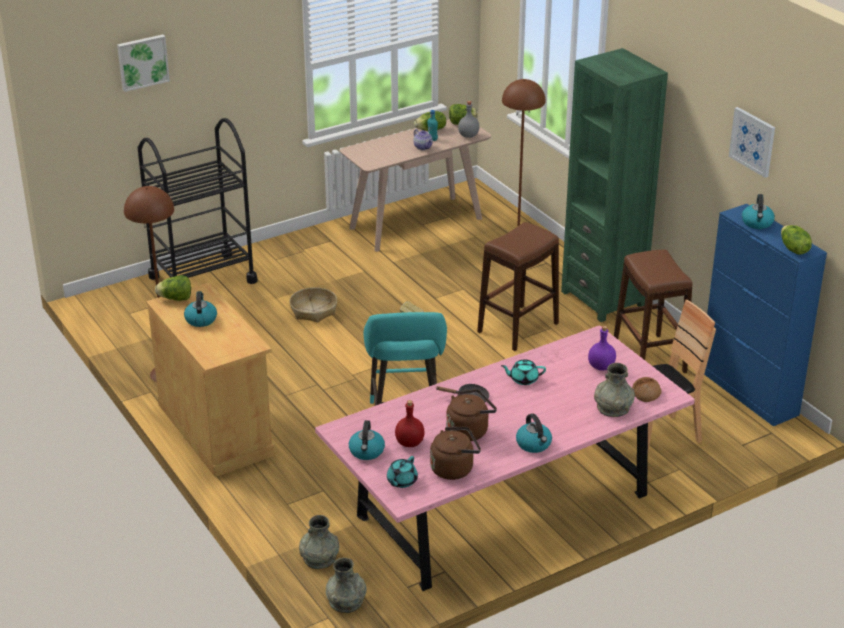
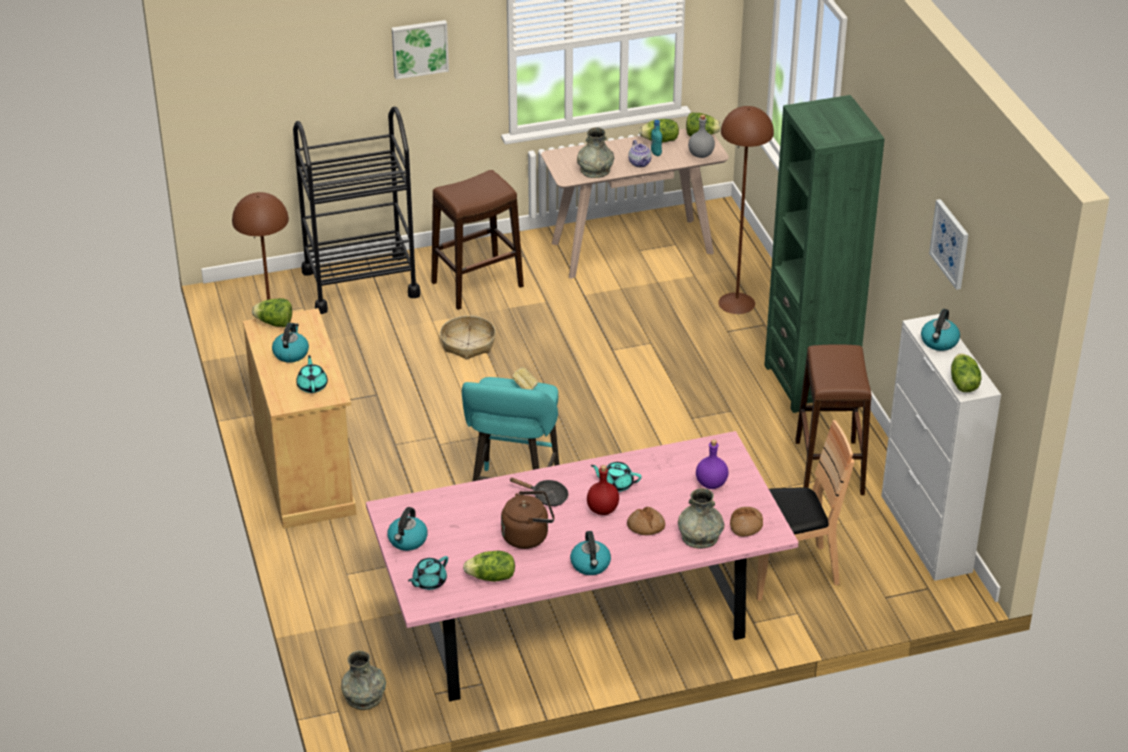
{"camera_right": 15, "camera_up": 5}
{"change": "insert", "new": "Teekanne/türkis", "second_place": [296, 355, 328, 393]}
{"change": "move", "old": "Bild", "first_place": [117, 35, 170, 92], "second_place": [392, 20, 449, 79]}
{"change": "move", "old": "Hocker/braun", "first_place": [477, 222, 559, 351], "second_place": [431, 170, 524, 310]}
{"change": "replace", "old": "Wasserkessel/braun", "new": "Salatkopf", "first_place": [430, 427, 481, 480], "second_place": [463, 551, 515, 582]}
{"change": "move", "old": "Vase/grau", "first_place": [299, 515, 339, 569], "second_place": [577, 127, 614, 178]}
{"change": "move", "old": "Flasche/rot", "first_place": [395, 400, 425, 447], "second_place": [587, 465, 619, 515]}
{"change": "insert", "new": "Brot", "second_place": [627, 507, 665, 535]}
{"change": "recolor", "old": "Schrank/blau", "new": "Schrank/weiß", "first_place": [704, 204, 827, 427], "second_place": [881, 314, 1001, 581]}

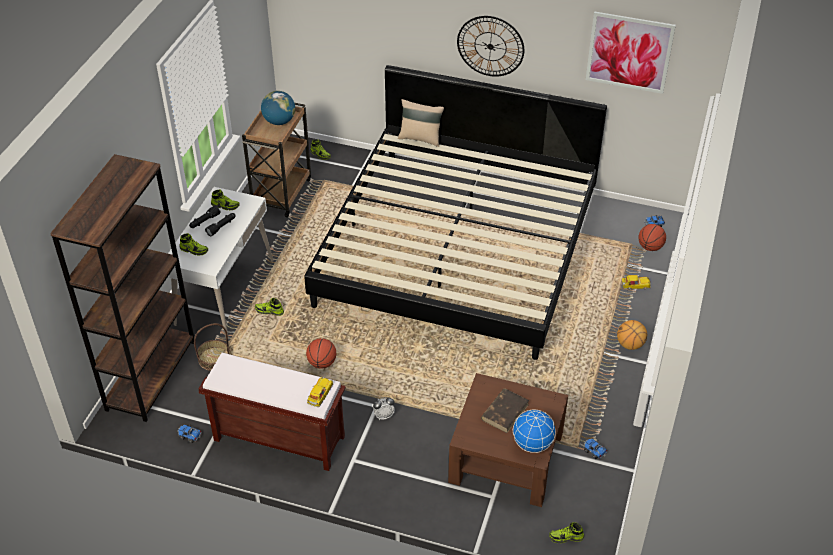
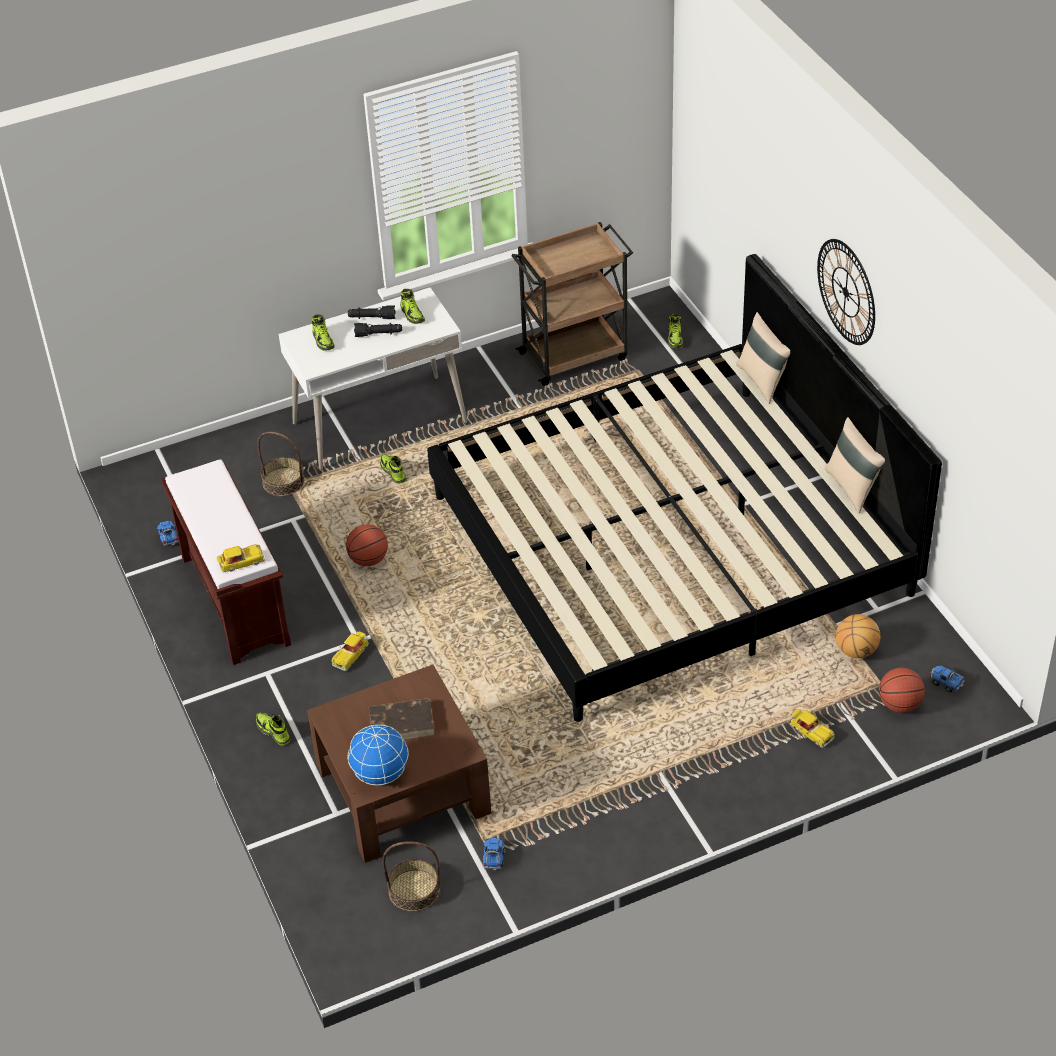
{"camera_right": 50, "camera_up": 0}
{"change": "move", "old": "Schuh", "first_place": [549, 522, 584, 543], "second_place": [256, 712, 290, 746]}
{"change": "replace", "old": "Wecker", "new": "Spielzeugauto", "first_place": [373, 397, 395, 420], "second_place": [331, 632, 369, 671]}
{"change": "insert", "new": "Korb", "second_place": [382, 841, 440, 912]}
{"change": "insert", "new": "Kissen/beige", "second_place": [824, 417, 885, 514]}
{"change": "move", "old": "Basketball", "first_place": [617, 320, 647, 350], "second_place": [836, 614, 881, 658]}
{"change": "delete", "old": "Bücherregal/braun", "first_place": [50, 154, 194, 422]}
{"change": "delete", "old": "Globus", "first_place": [261, 91, 295, 125]}
{"change": "delete", "old": "Bild", "first_place": [586, 11, 676, 94]}

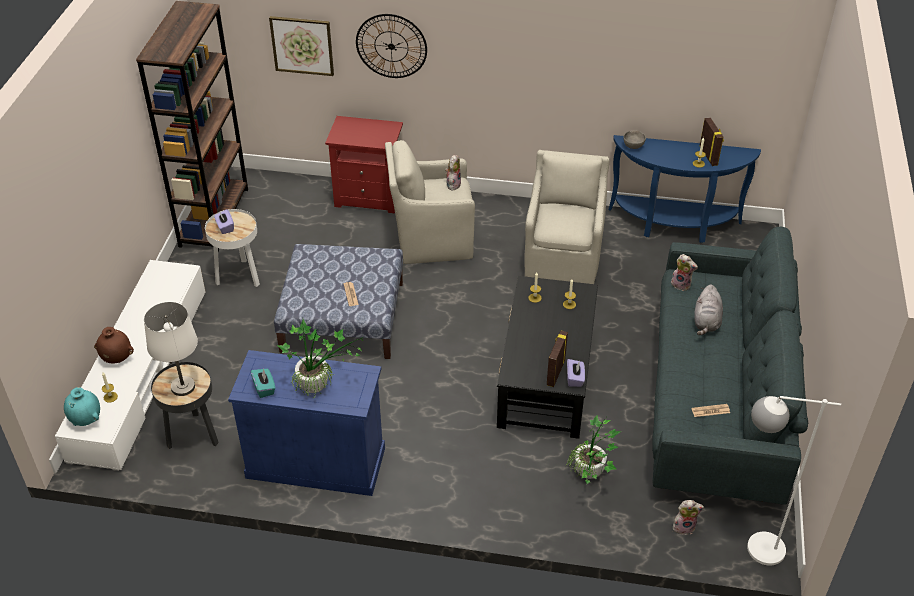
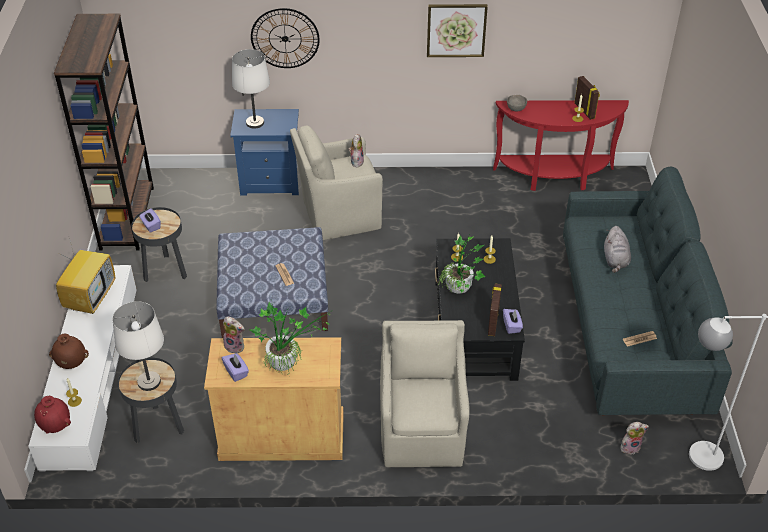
{"camera_right": -10, "camera_up": 0}
{"change": "recolor", "old": "Vase/türkis", "new": "Vase/rot", "first_place": [64, 387, 100, 426], "second_place": [34, 396, 71, 434]}
{"change": "insert", "new": "Fernseher", "second_place": [56, 234, 115, 314]}
{"change": "recolor", "old": "Beistelltisch/weiß", "new": "Beistelltisch/schwarz", "first_place": [205, 209, 260, 287], "second_place": [131, 207, 187, 282]}
{"change": "recolor", "old": "Schrank/blau", "new": "Schrank/beige", "first_place": [228, 350, 385, 496], "second_place": [204, 337, 344, 461]}
{"change": "recolor", "old": "Taschentuchbox/türkis", "new": "Taschentuchbox/lila", "first_place": [251, 369, 276, 398], "second_place": [222, 353, 249, 382]}
{"change": "move", "old": "Plüschtier", "first_place": [671, 254, 698, 291], "second_place": [223, 316, 245, 353]}
{"change": "recolor", "old": "Nachttisch/rot", "new": "Nachttisch/blau", "first_place": [325, 116, 403, 213], "second_place": [230, 109, 299, 196]}
{"change": "insert", "new": "Tischlampe/weiß", "second_place": [232, 49, 270, 129]}
{"change": "move", "old": "Sessel/beige", "first_place": [524, 150, 610, 284], "second_place": [380, 320, 470, 467]}
{"change": "move", "old": "Bild", "first_place": [269, 16, 334, 76], "second_place": [427, 4, 488, 57]}
{"change": "move", "old": "Topfpflanze", "first_place": [566, 415, 621, 484], "second_place": [439, 231, 486, 294]}
{"change": "recolor", "old": "Konsolentisch/blau", "new": "Konsolentisch/rot", "first_place": [609, 135, 761, 243], "second_place": [493, 100, 629, 191]}

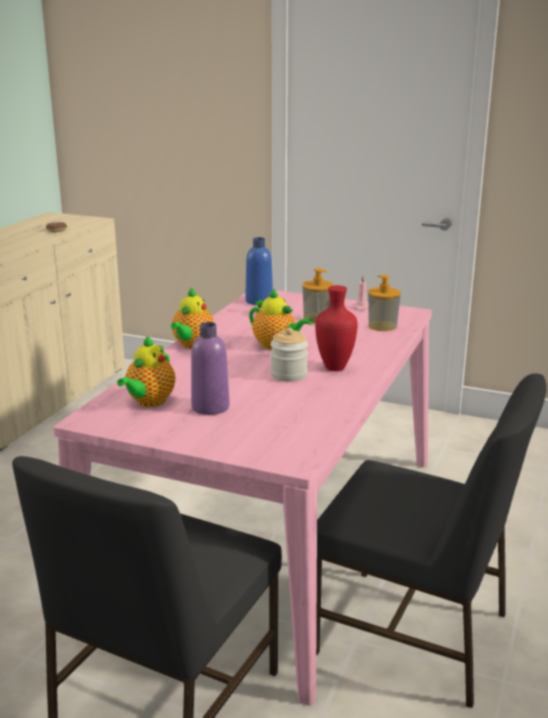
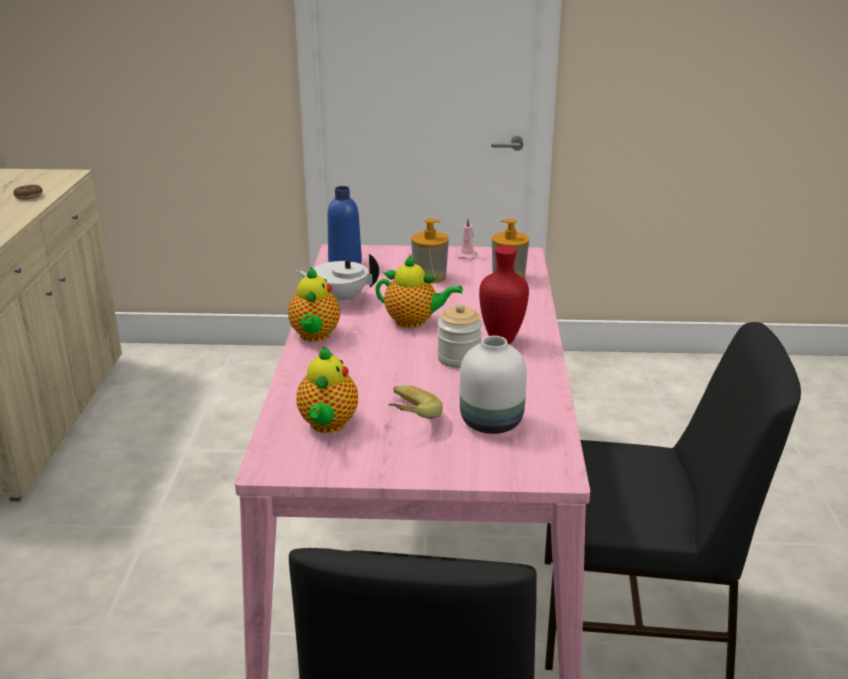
{"camera_right": -20, "camera_up": 5}
{"change": "insert", "new": "Teekanne/weiß", "second_place": [295, 254, 379, 305]}
{"change": "replace", "old": "Flasche/lila", "new": "Banane", "first_place": [191, 322, 230, 415], "second_place": [389, 385, 443, 419]}
{"change": "insert", "new": "Vase/weiß", "second_place": [460, 336, 527, 434]}

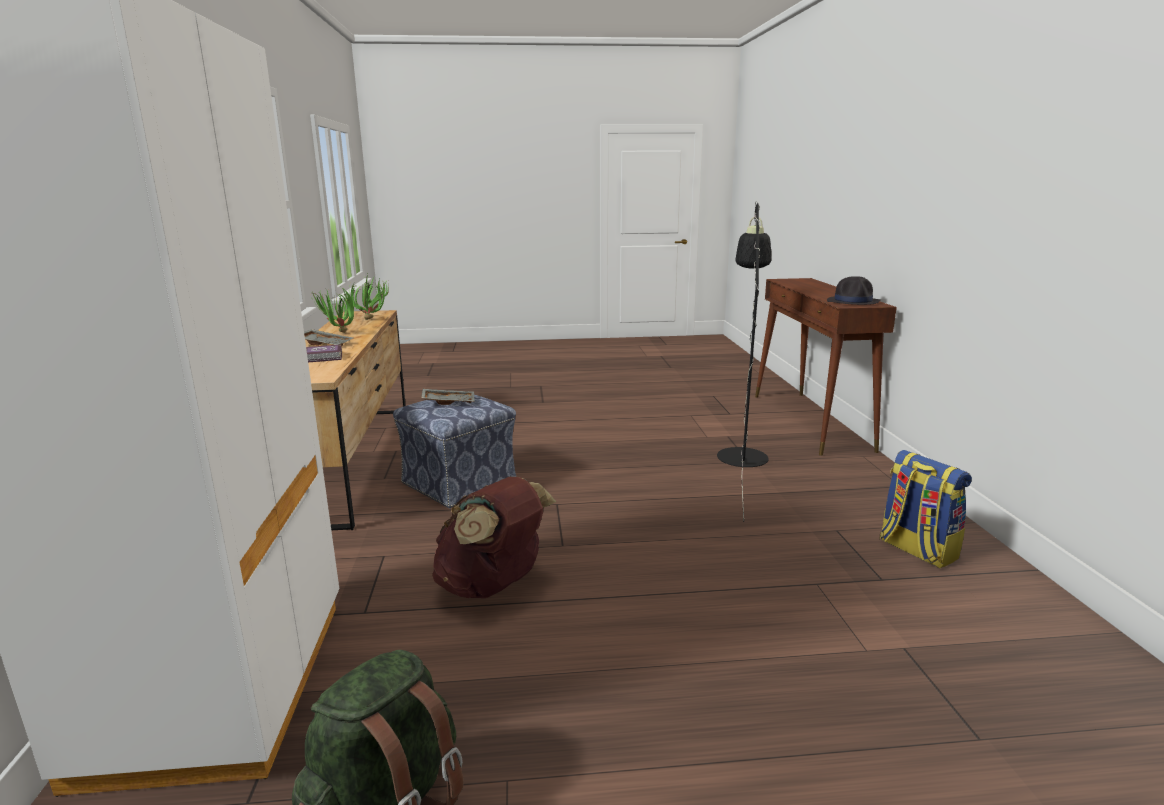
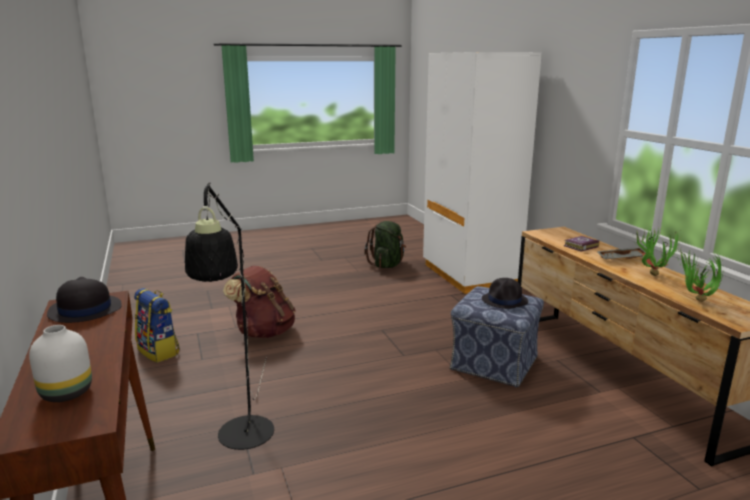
{"camera_right": 165, "camera_up": 0}
{"change": "insert", "new": "Vase/weiß", "second_place": [29, 325, 92, 402]}
{"change": "move", "old": "Rucksack/braun", "first_place": [432, 477, 556, 598], "second_place": [223, 266, 296, 338]}
{"change": "replace", "old": "Tablett/grau", "new": "Hut/schwarz", "first_place": [421, 389, 475, 405], "second_place": [482, 278, 528, 309]}

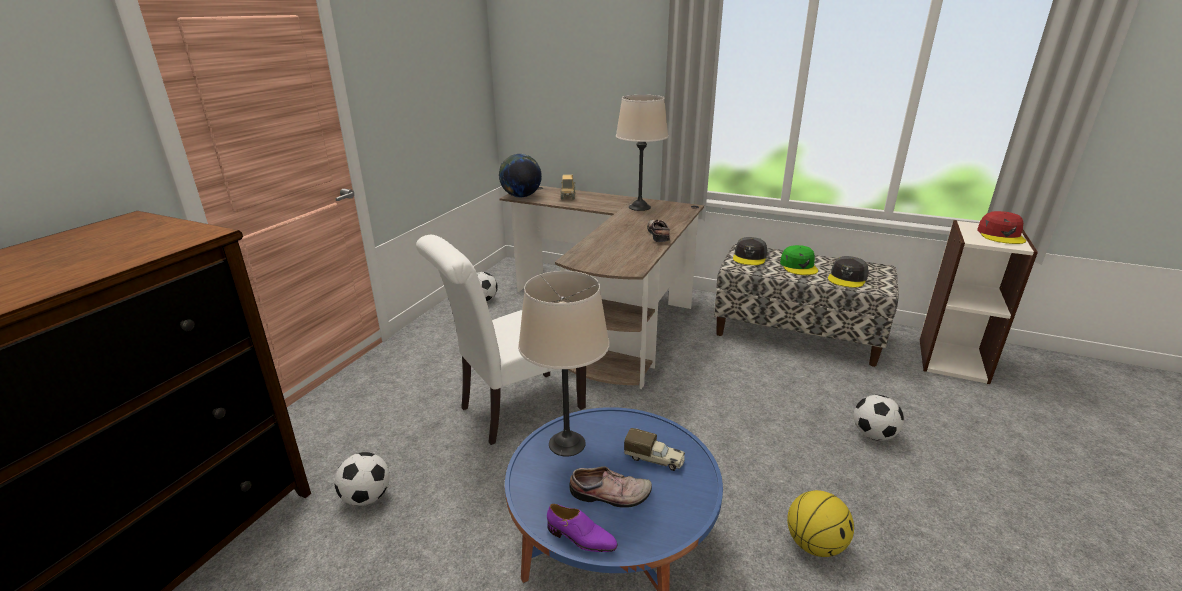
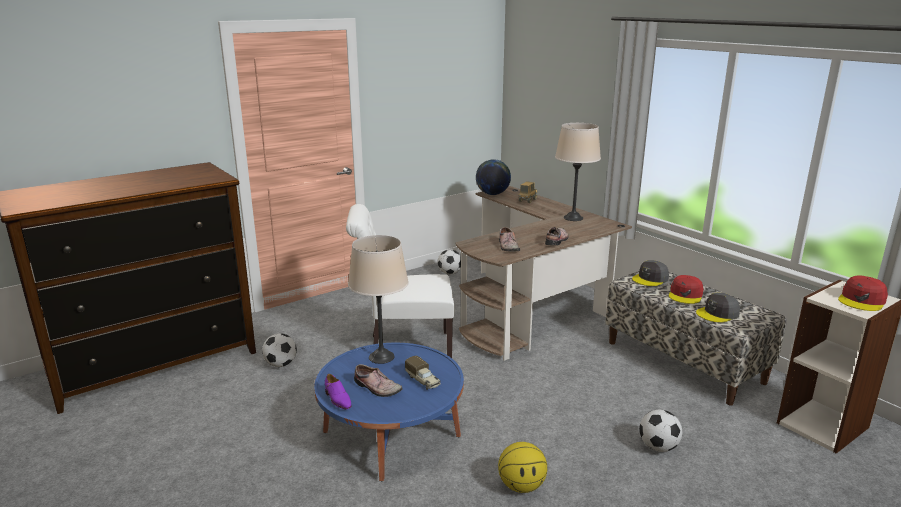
{"camera_right": 30, "camera_up": -5}
{"change": "insert", "new": "Schuh", "second_place": [499, 227, 520, 251]}
{"change": "recolor", "old": "Kappe/grün", "new": "Kappe/rot", "first_place": [780, 245, 818, 275], "second_place": [669, 275, 704, 304]}

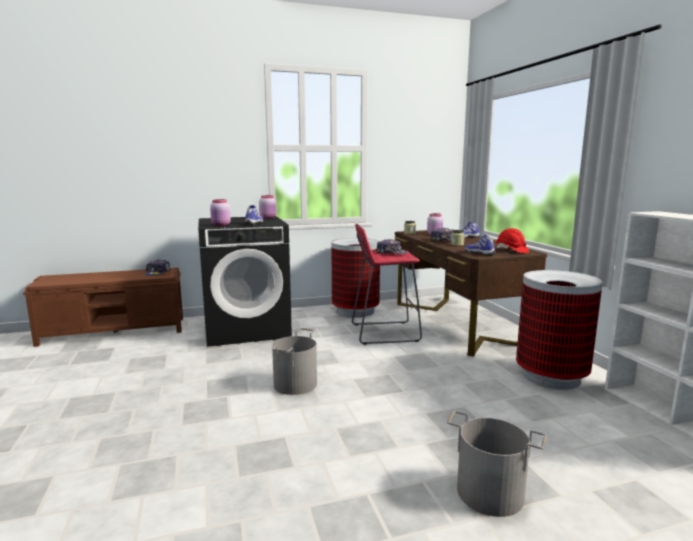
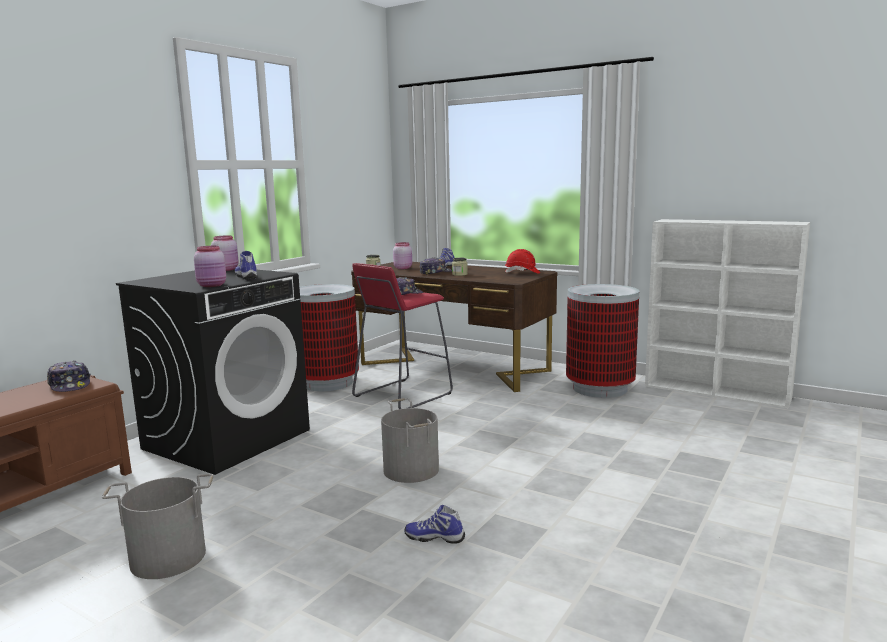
{"camera_right": -40, "camera_up": 0}
{"change": "move", "old": "Eimer/grau", "first_place": [447, 411, 546, 517], "second_place": [102, 474, 213, 579]}
{"change": "move", "old": "Schuh", "first_place": [465, 235, 495, 256], "second_place": [405, 505, 465, 544]}

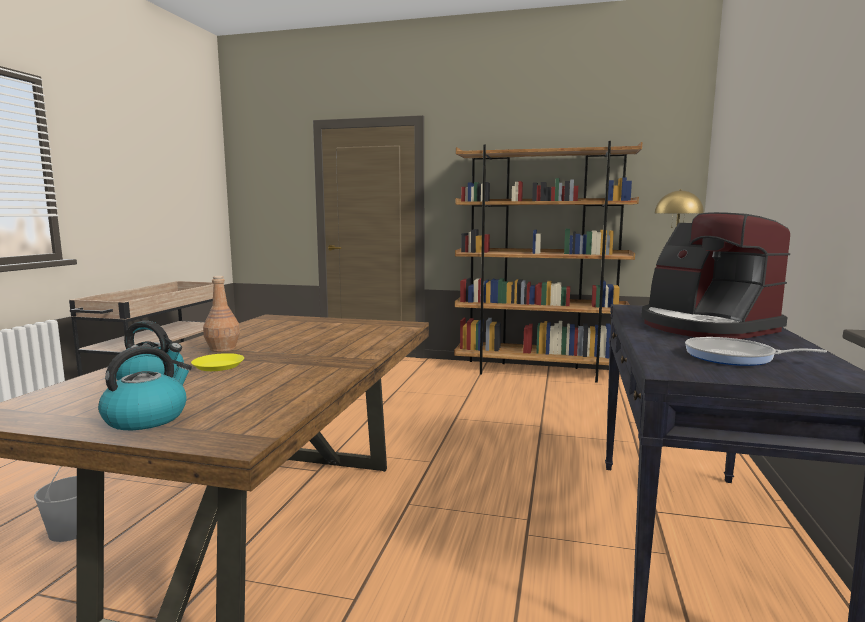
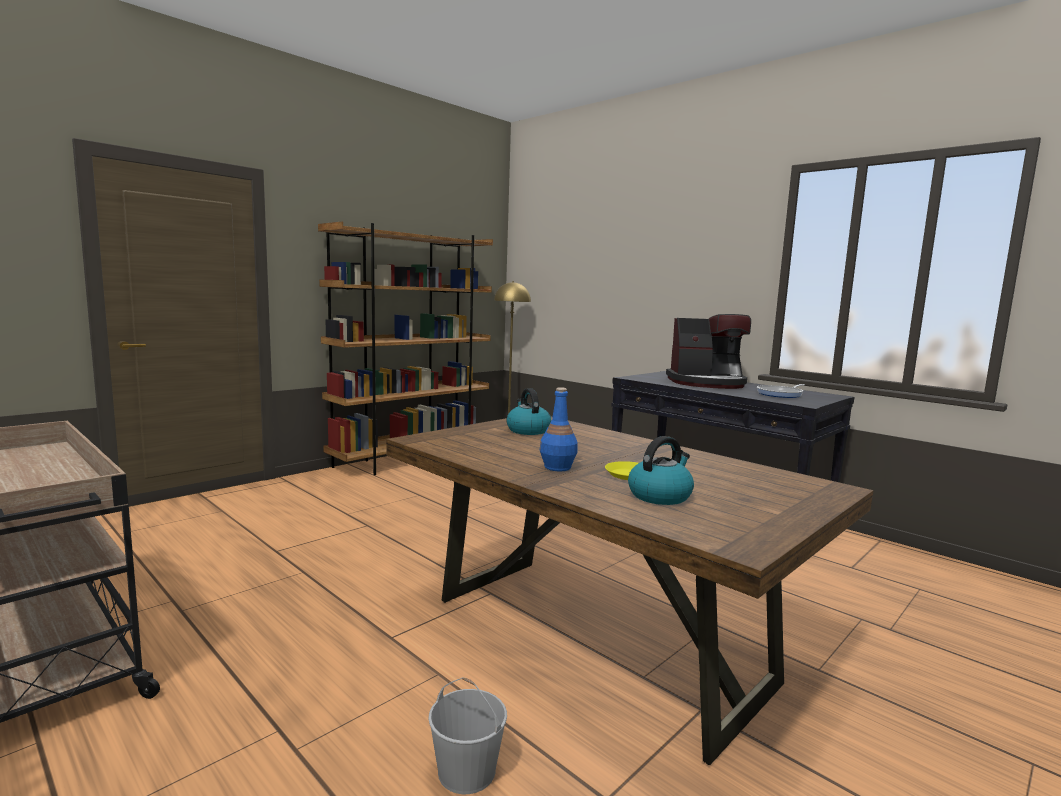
{"camera_right": -60, "camera_up": 0}
{"change": "move", "old": "Wasserkessel", "first_place": [98, 346, 192, 430], "second_place": [506, 388, 551, 435]}
{"change": "recolor", "old": "Flasche/braun", "new": "Flasche/blau", "first_place": [203, 276, 240, 352], "second_place": [540, 387, 578, 471]}

